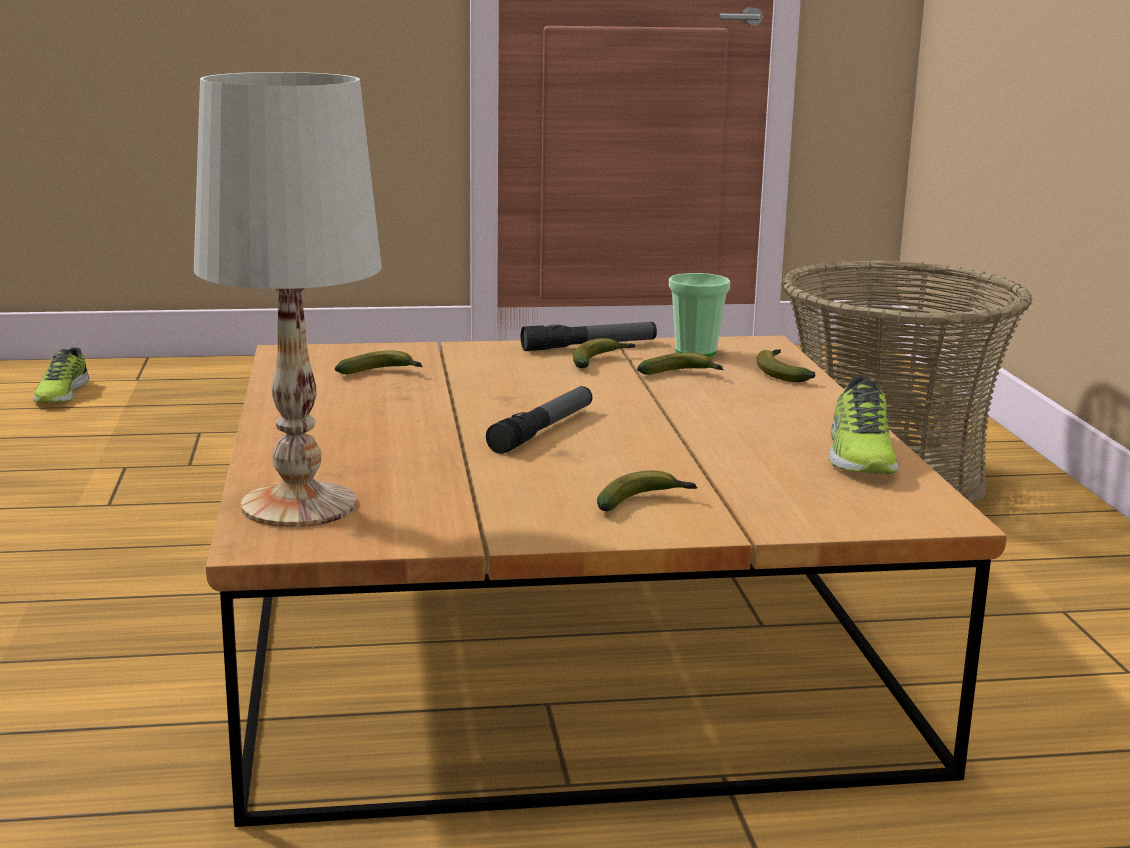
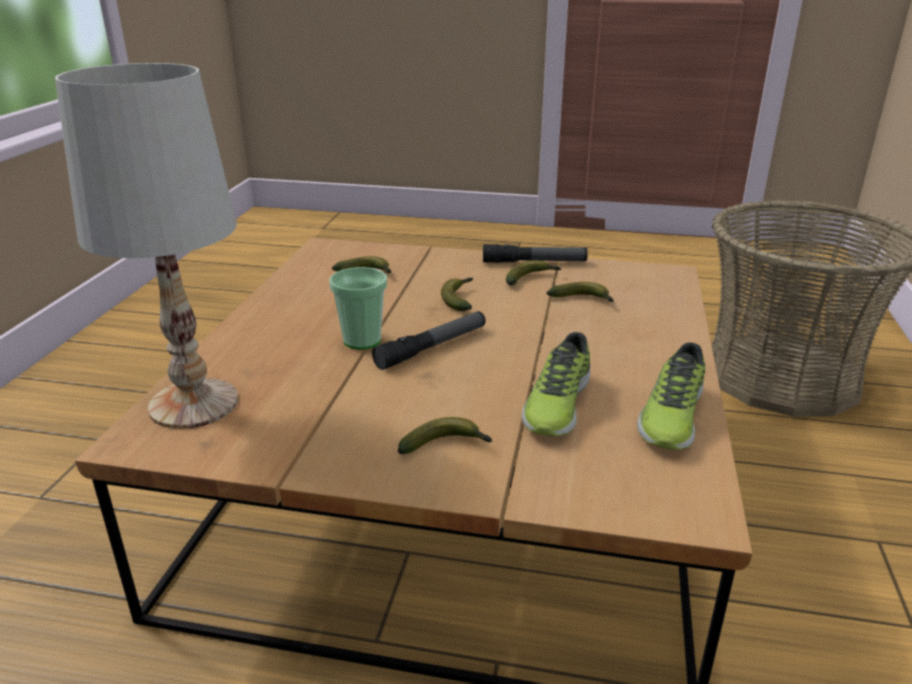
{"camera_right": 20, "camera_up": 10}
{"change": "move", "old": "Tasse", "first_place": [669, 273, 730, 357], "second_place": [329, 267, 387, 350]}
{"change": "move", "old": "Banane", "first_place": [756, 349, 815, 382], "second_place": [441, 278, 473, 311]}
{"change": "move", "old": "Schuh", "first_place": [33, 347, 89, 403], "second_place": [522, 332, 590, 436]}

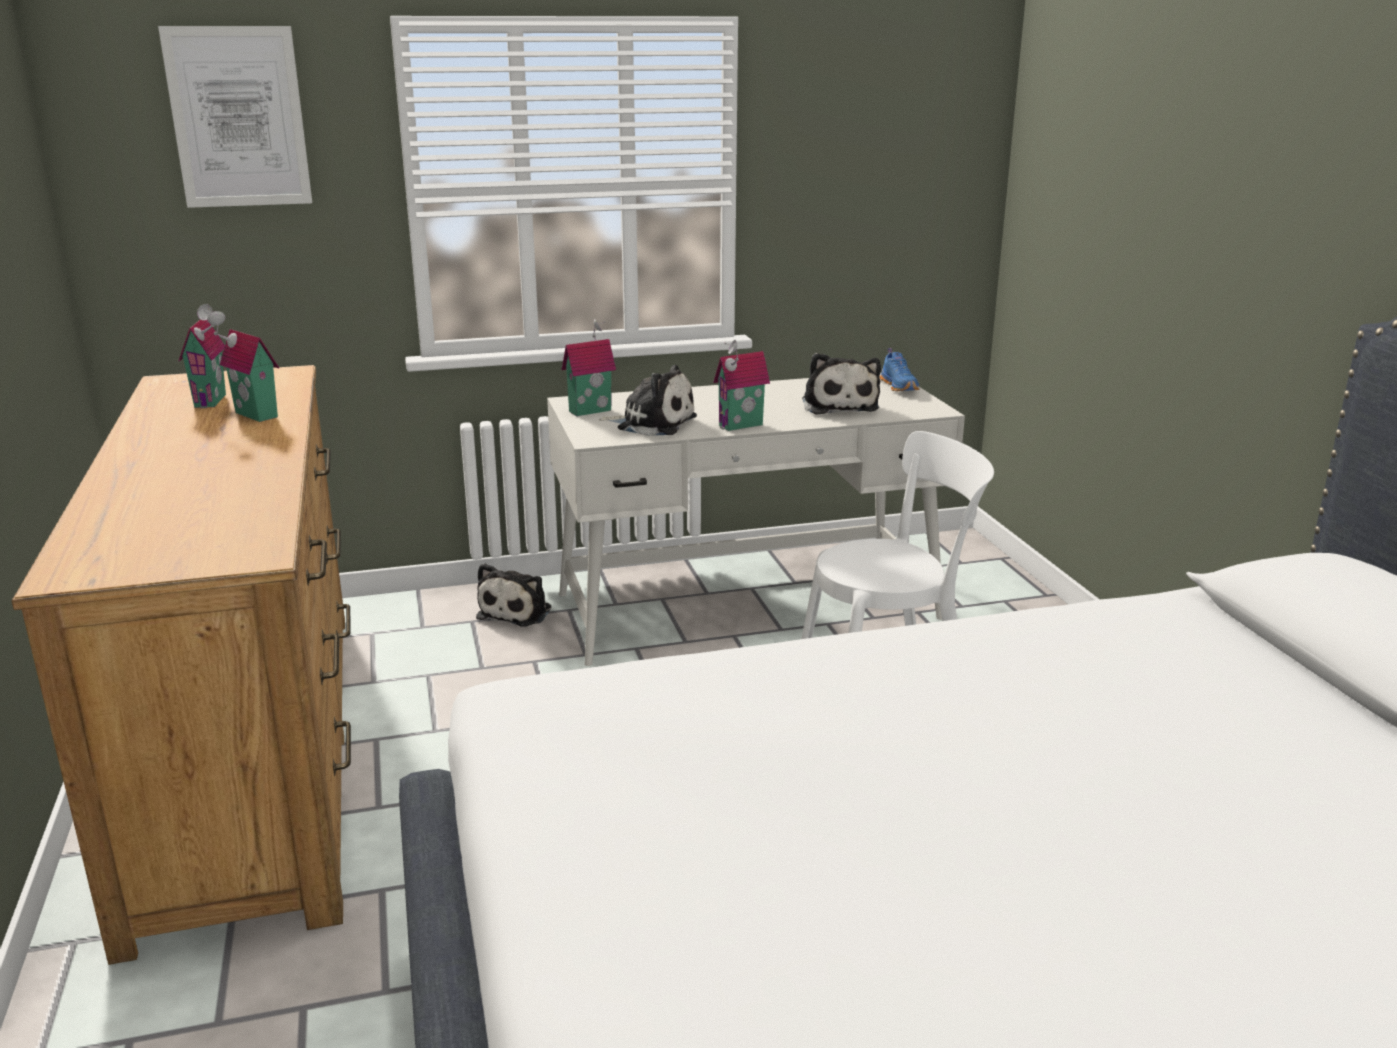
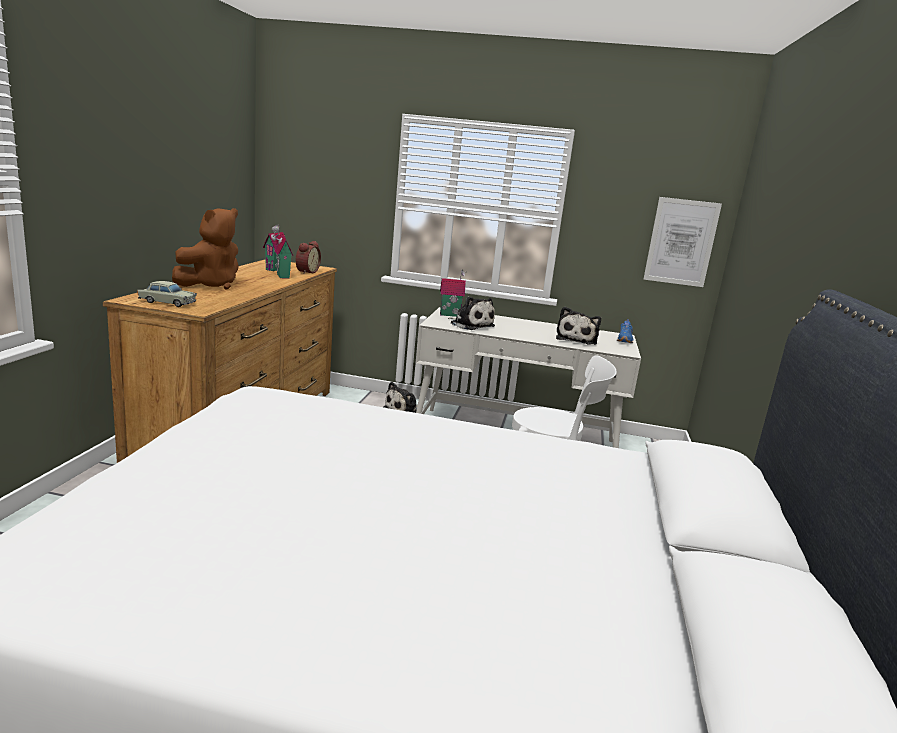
{"camera_right": 25, "camera_up": -5}
{"change": "insert", "new": "Spielzeugauto/beige", "second_place": [137, 281, 197, 307]}
{"change": "insert", "new": "Plüschtier/braun", "second_place": [172, 208, 239, 290]}
{"change": "insert", "new": "Wecker", "second_place": [296, 241, 321, 274]}
{"change": "move", "old": "Bild", "first_place": [158, 26, 312, 208], "second_place": [644, 197, 722, 287]}
{"change": "delete", "old": "Spielzeughaus", "first_place": [713, 340, 770, 431]}

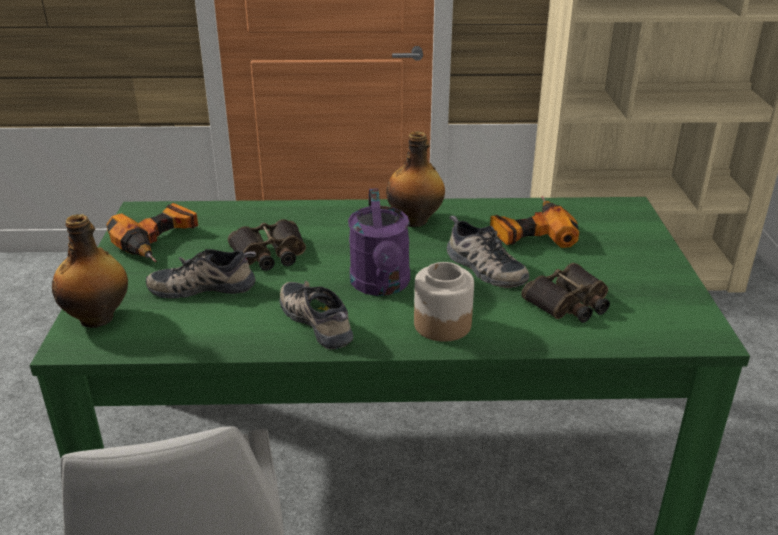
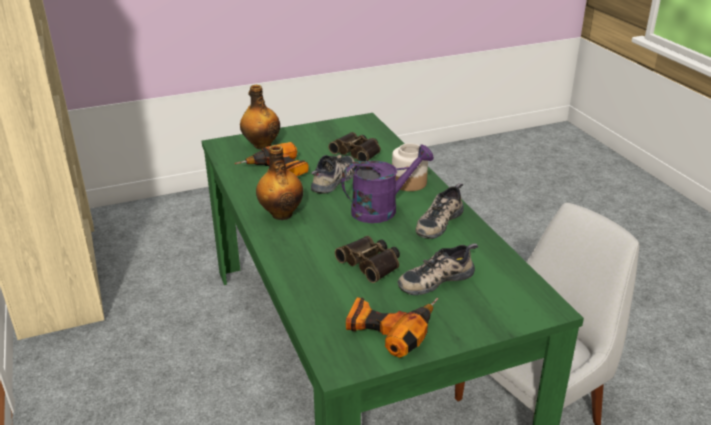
{"camera_right": -110, "camera_up": 0}
{"change": "move", "old": "Flasche", "first_place": [52, 214, 128, 328], "second_place": [240, 85, 280, 150]}
{"change": "rotate", "old": "Schuh", "first_place": [146, 249, 256, 299], "second_place": [398, 244, 478, 295], "degrees": 90}

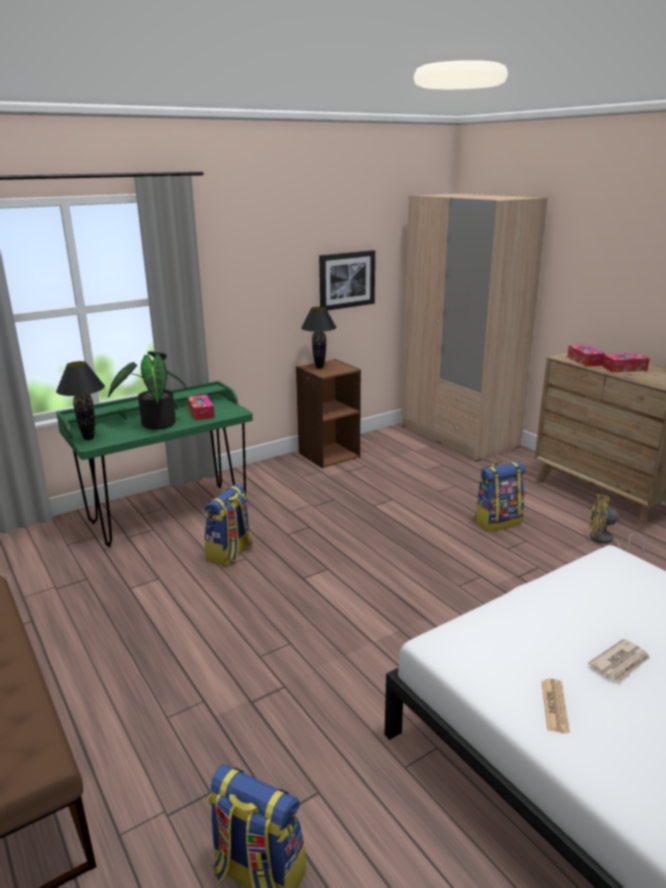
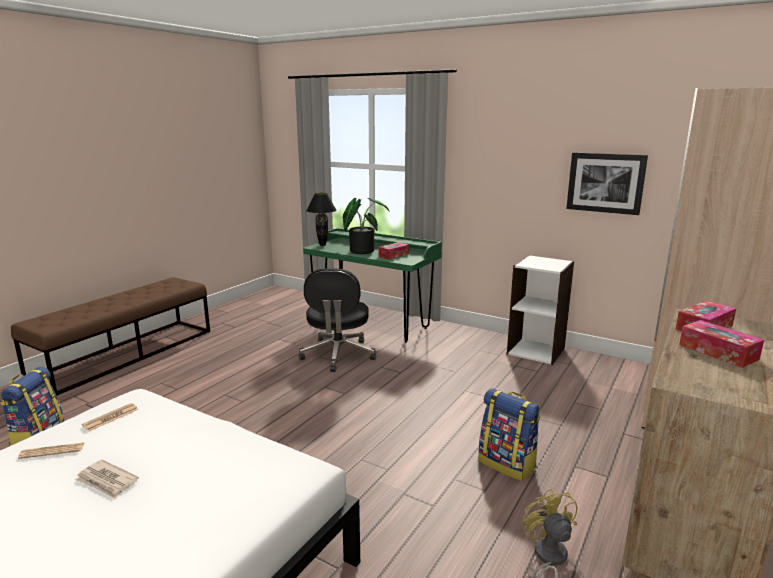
{"camera_right": 65, "camera_up": -5}
{"change": "insert", "new": "Zeitung", "second_place": [82, 403, 139, 431]}
{"change": "replace", "old": "Rucksack", "new": "Bürostuhl/schwarz", "first_place": [205, 484, 253, 567], "second_place": [299, 268, 376, 372]}
{"change": "recolor", "old": "Bücherregal/braun", "new": "Bücherregal/weiß", "first_place": [296, 359, 361, 468], "second_place": [507, 255, 574, 365]}
{"change": "delete", "old": "Tischlampe/schwarz", "first_place": [301, 307, 336, 369]}

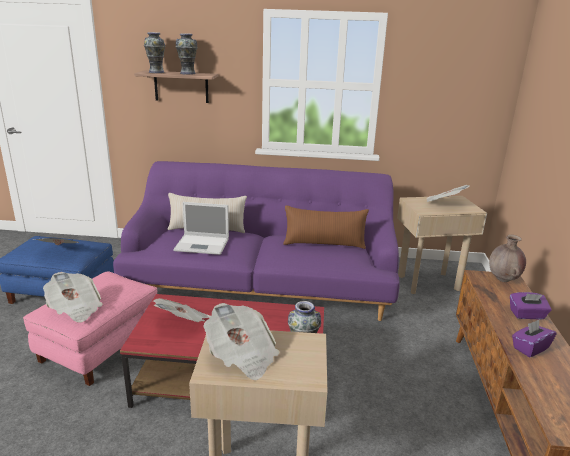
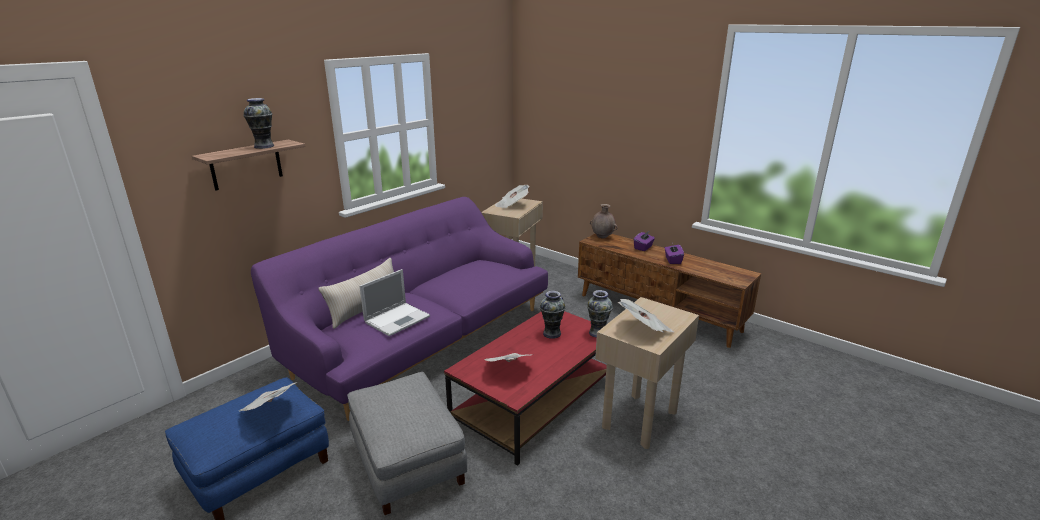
{"camera_right": -55, "camera_up": 0}
{"change": "recolor", "old": "Polsterhocker/rosa", "new": "Polsterhocker/grau", "first_place": [23, 271, 157, 386], "second_place": [347, 372, 467, 515]}
{"change": "move", "old": "Vase", "first_place": [144, 32, 166, 73], "second_place": [540, 291, 566, 339]}
{"change": "delete", "old": "Zeitung", "first_place": [43, 272, 103, 323]}
{"change": "delete", "old": "Kissen/braun", "first_place": [283, 205, 369, 249]}

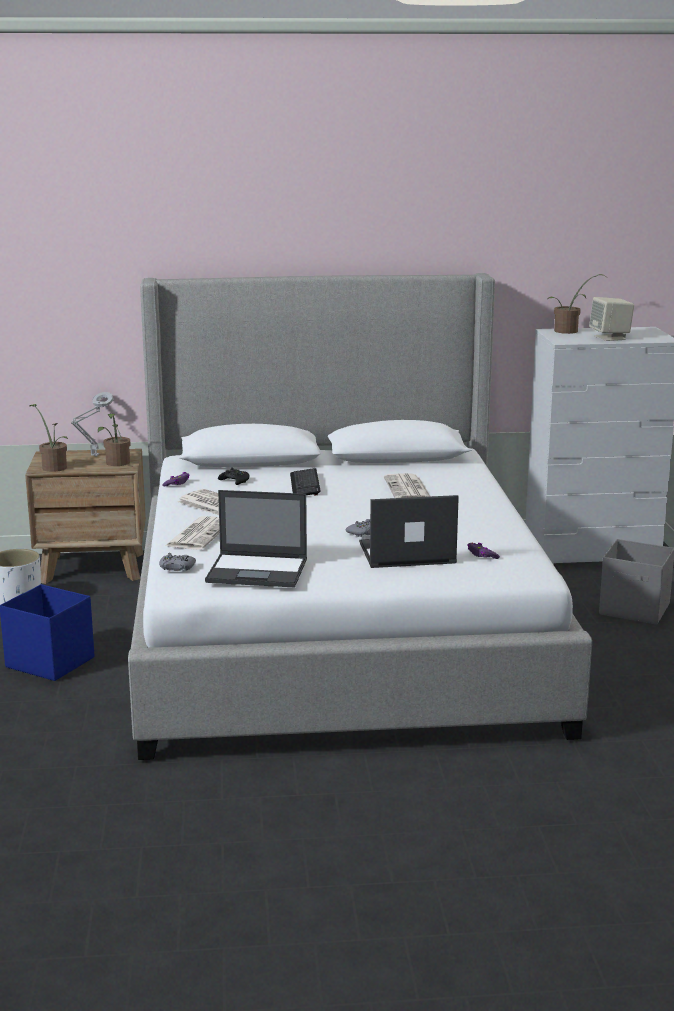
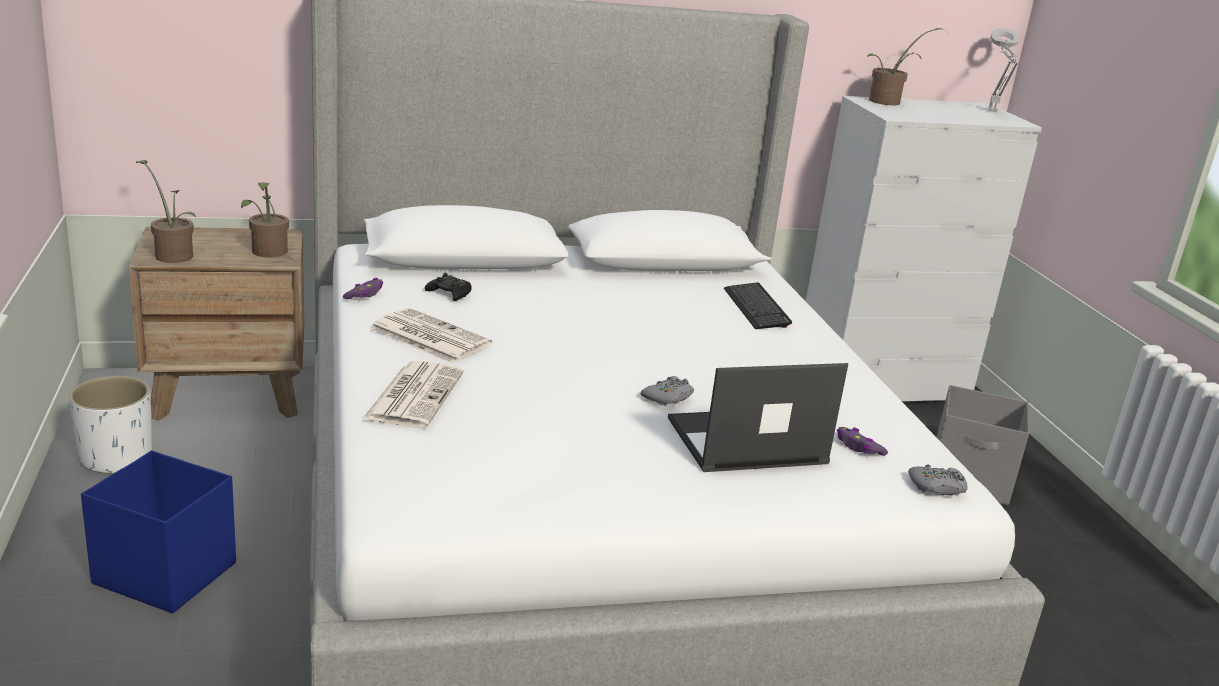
{"camera_right": -10, "camera_up": 5}
{"change": "move", "old": "Tastatur", "first_place": [290, 468, 321, 495], "second_place": [724, 283, 792, 329]}
{"change": "move", "old": "Gamepad/grau", "first_place": [159, 553, 196, 571], "second_place": [908, 464, 968, 496]}
{"change": "move", "old": "Tischlampe/grau", "first_place": [71, 392, 114, 456], "second_place": [988, 29, 1019, 112]}
{"change": "delete", "old": "Laptop", "first_place": [205, 490, 307, 587]}
{"change": "delete", "old": "Zeitung", "first_place": [384, 473, 430, 498]}
{"change": "delete", "old": "Lautsprecher/beige", "first_place": [589, 297, 634, 341]}

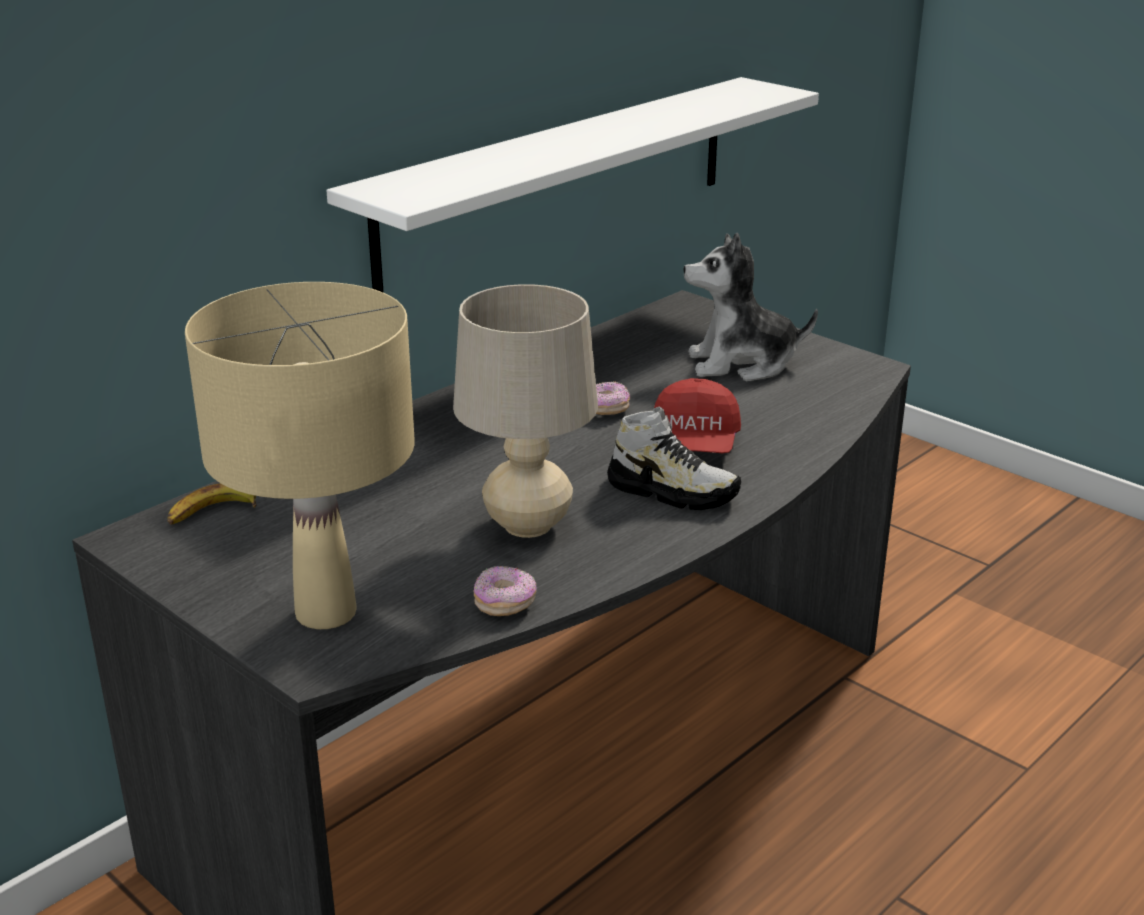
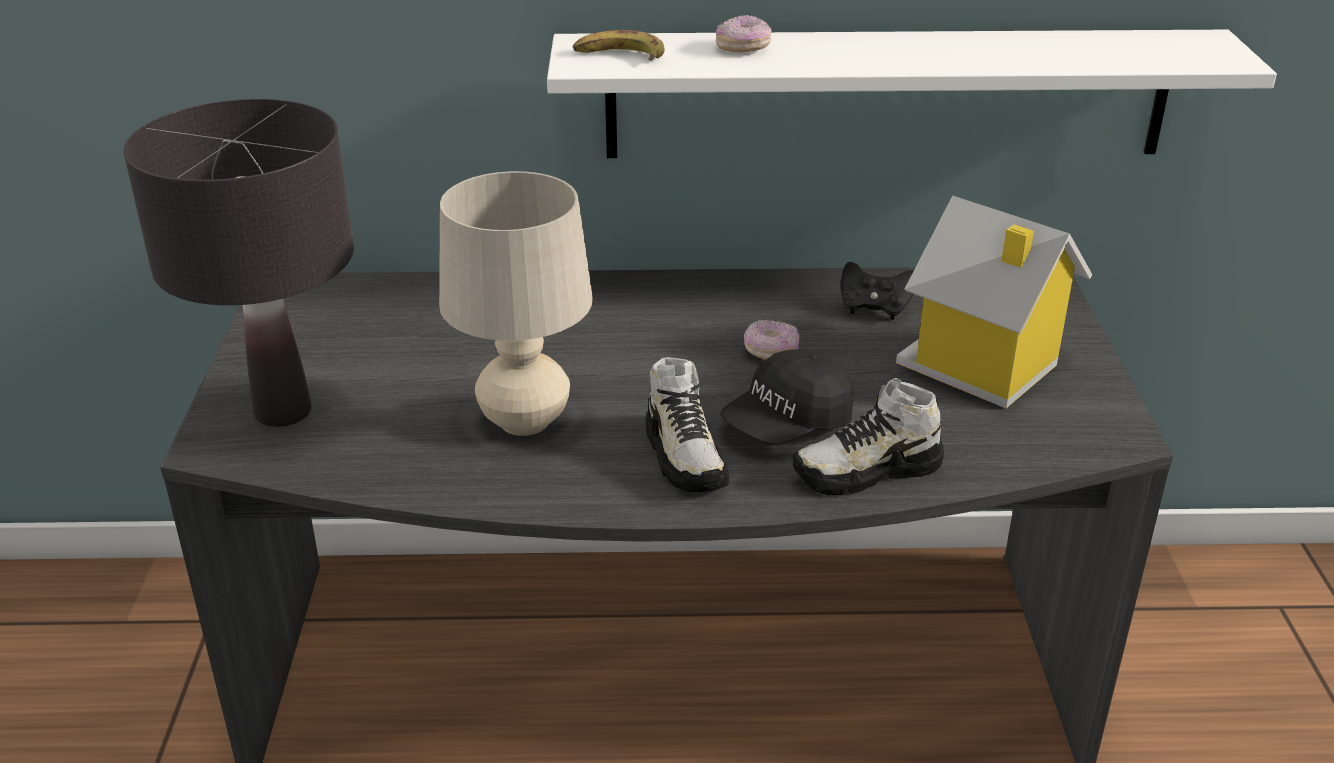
{"camera_right": 45, "camera_up": 5}
{"change": "recolor", "old": "Tischlampe/beige", "new": "Tischlampe/schwarz", "first_place": [185, 282, 415, 629], "second_place": [124, 99, 354, 427]}
{"change": "move", "old": "Banane", "first_place": [167, 483, 256, 525], "second_place": [573, 30, 665, 60]}
{"change": "move", "old": "Donut", "first_place": [474, 566, 537, 616], "second_place": [715, 15, 772, 53]}
{"change": "recolor", "old": "Kappe/rot", "new": "Kappe/schwarz", "first_place": [654, 378, 741, 453], "second_place": [720, 349, 853, 445]}
{"change": "insert", "new": "Schuh", "second_place": [793, 378, 944, 495]}
{"change": "insert", "new": "Gamepad/schwarz", "second_place": [841, 262, 913, 320]}
{"change": "replace", "old": "Plüschtier", "new": "Spielzeughaus", "first_place": [684, 232, 818, 381], "second_place": [896, 195, 1092, 408]}

